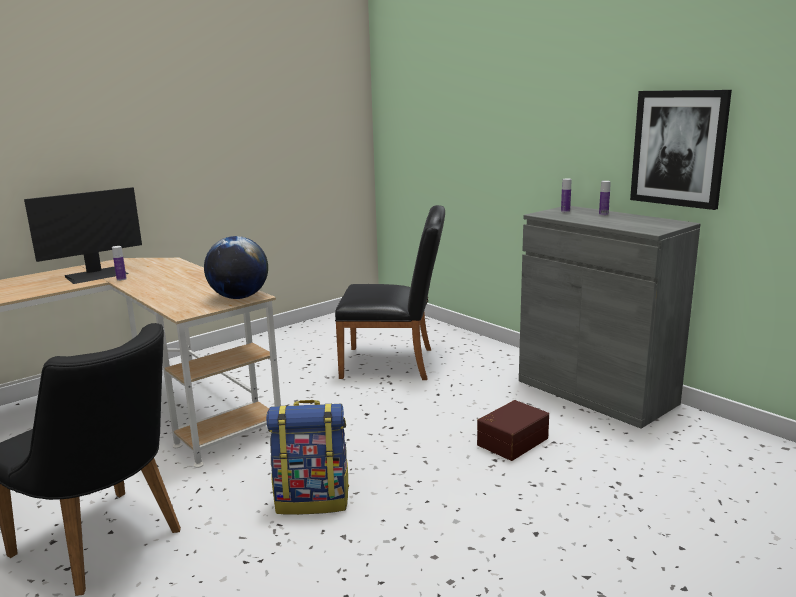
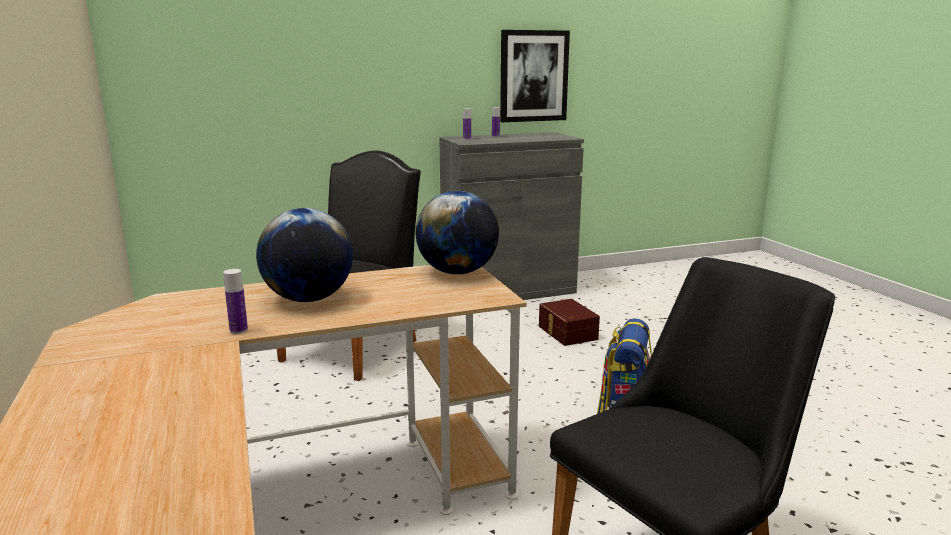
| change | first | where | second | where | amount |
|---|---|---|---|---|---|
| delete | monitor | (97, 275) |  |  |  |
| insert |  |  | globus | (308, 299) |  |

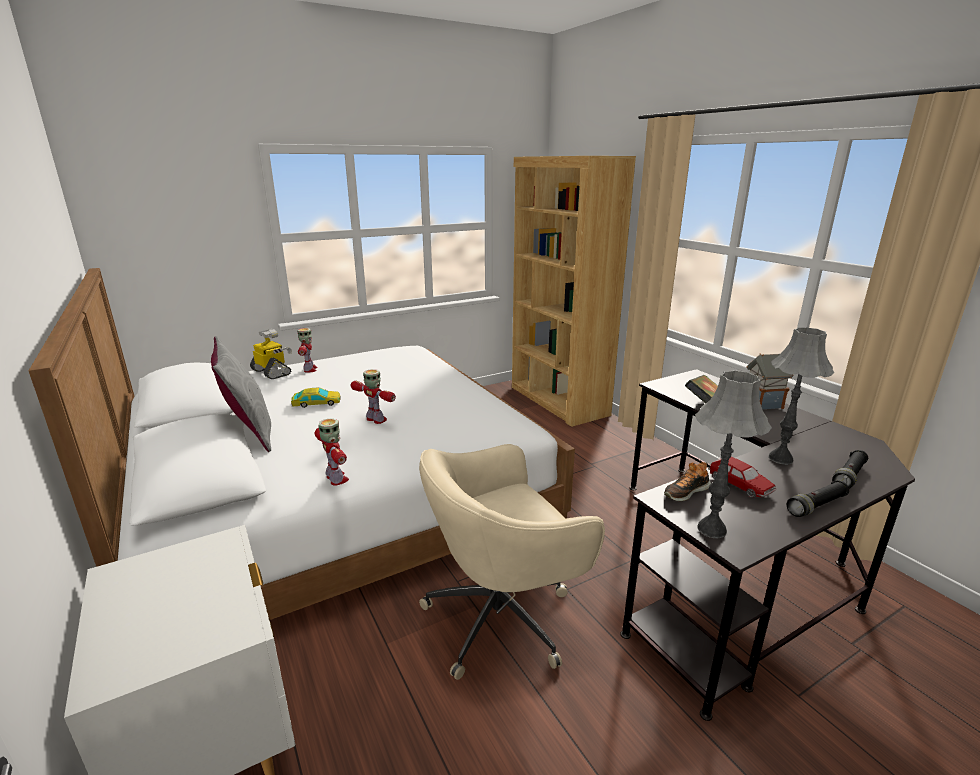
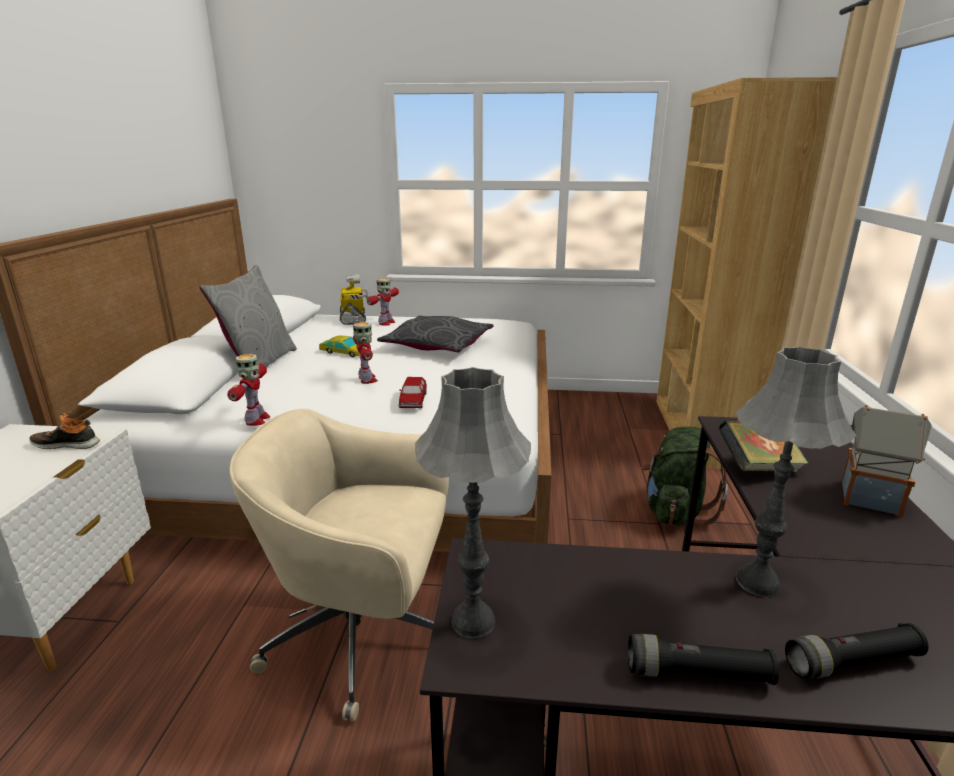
| change | first | where | second | where | amount |
|---|---|---|---|---|---|
| move | but | (686, 491) |  | (67, 444) |  |
| move | samochodzik | (740, 485) |  | (413, 401) |  |
| insert |  |  | poduszka/szary | (437, 345) |  |
| insert |  |  | plecak/zielony | (675, 511) |  |

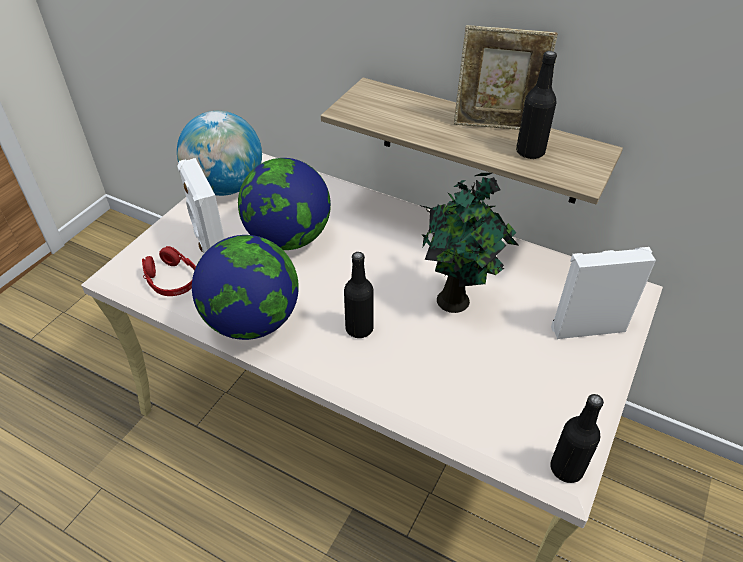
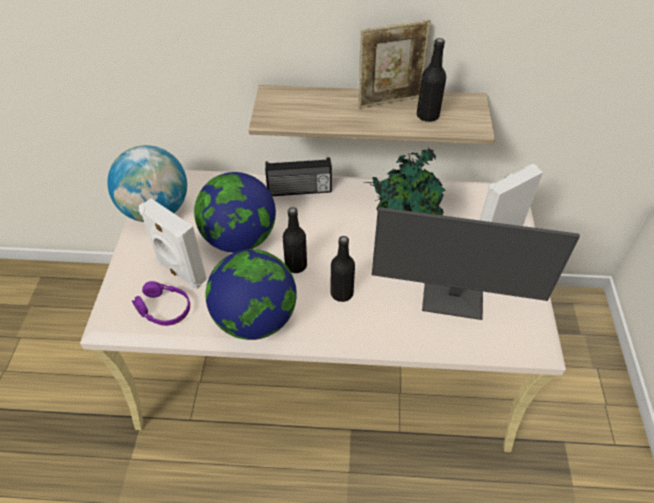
| change | first | where | second | where | amount |
|---|---|---|---|---|---|
| recolor | słuchawki/czerwony | (172, 280) | słuchawki/fioletowy | (164, 309) |  |
| move | butelka/czarny | (566, 468) |  | (296, 265) |  |
| insert |  |  | radio | (299, 191) |  |
| insert |  |  | monitor | (453, 298) |  |

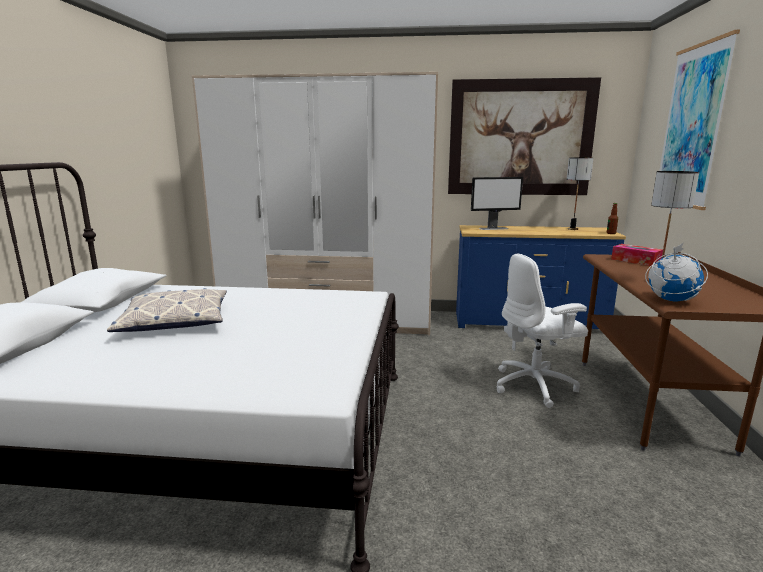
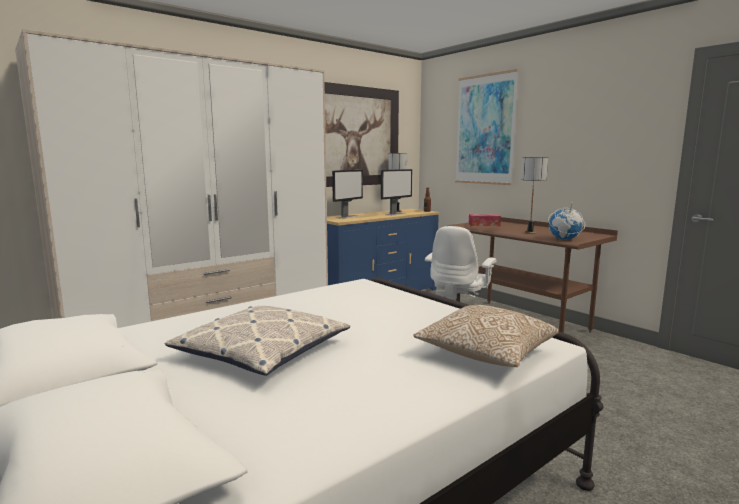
| change | first | where | second | where | amount |
|---|---|---|---|---|---|
| insert |  |  | monitor | (395, 214) |  |
| insert |  |  | poduszka | (485, 354) |  |

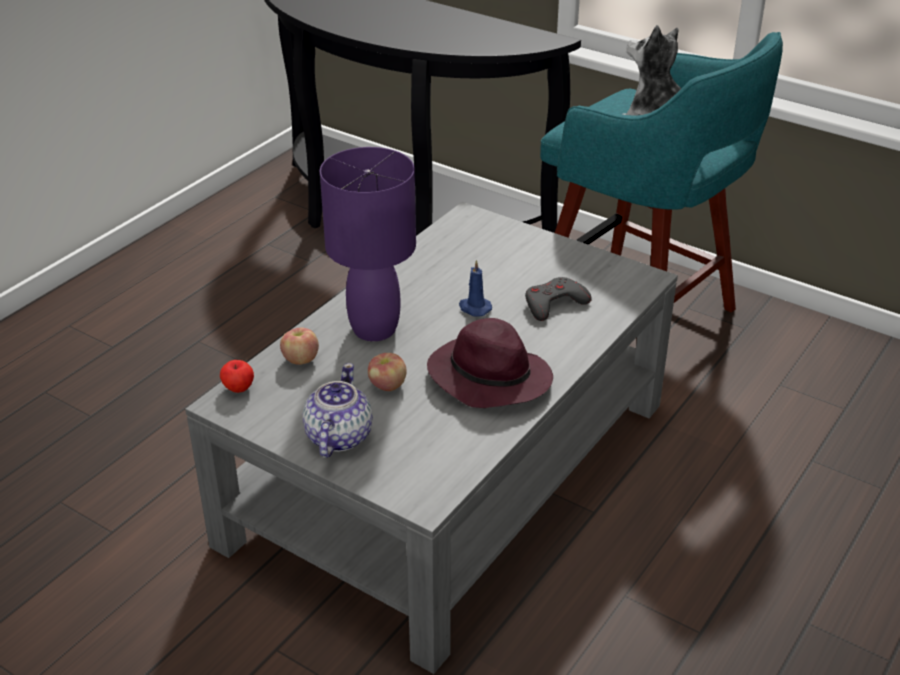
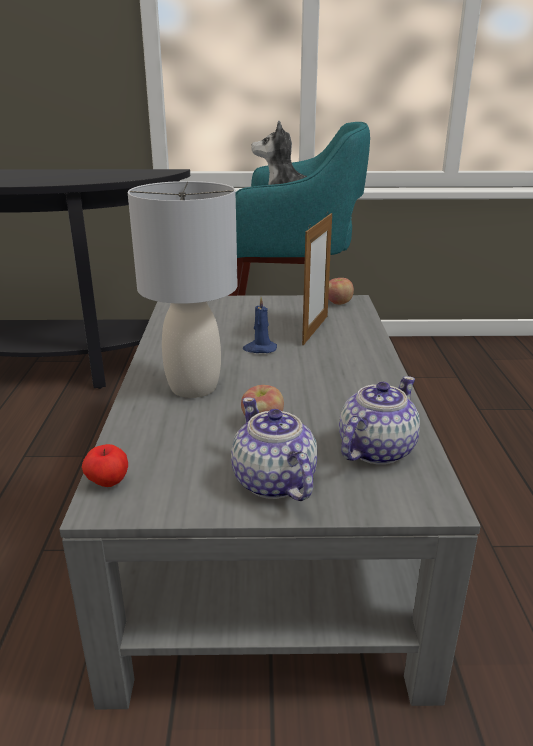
| change | first | where | second | where | amount |
|---|---|---|---|---|---|
| move | jabłko | (300, 359) |  | (338, 303) |  |
| recolor | lampa stołowa/fioletowy | (374, 329) | lampa stołowa/szary | (194, 387) |  |
| delete | kapelusz/fioletowy | (487, 377) |  |  |  |
| replace | pad do gier/szary | (554, 304) | ramka na zdjęcie | (315, 329) |  |
| insert |  |  | imbryk | (375, 450) |  |

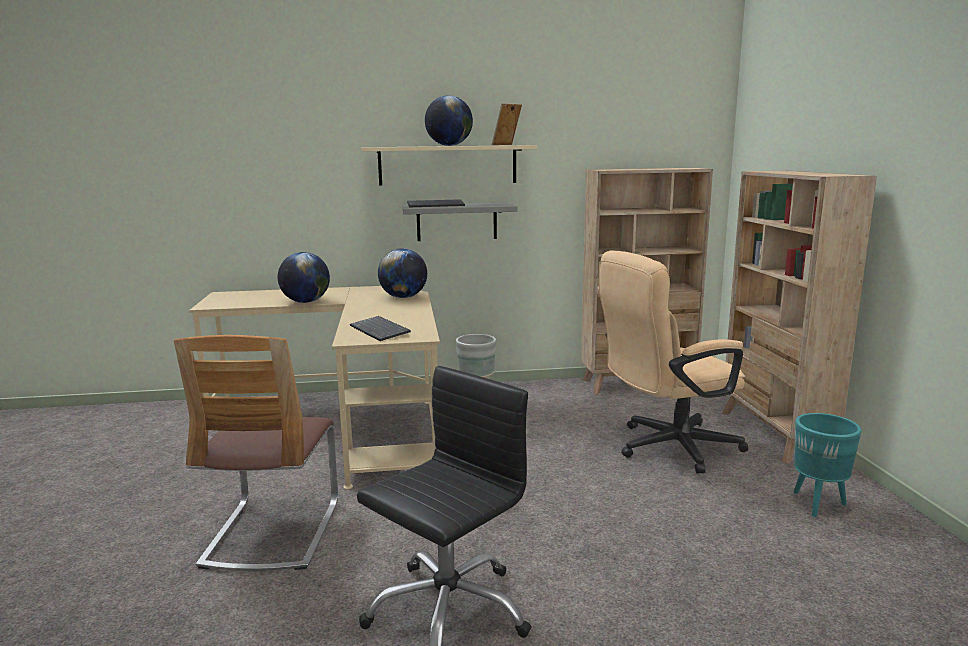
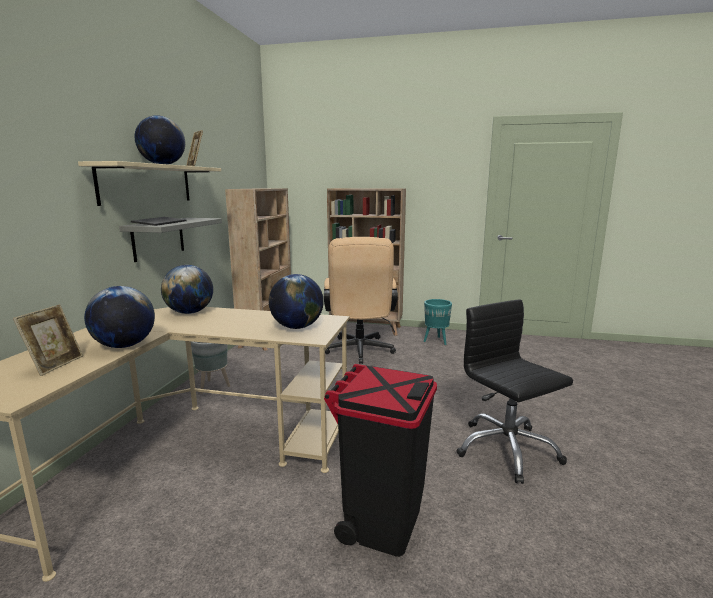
| change | first | where | second | where | amount |
|---|---|---|---|---|---|
| replace | krzesło | (273, 533) | kosz na śmieci/czarny | (382, 521) |  |
| replace | klawiatura | (381, 330) | globus | (297, 327) |  |
| insert |  |  | ramka na zdjęcie | (55, 365) |  |

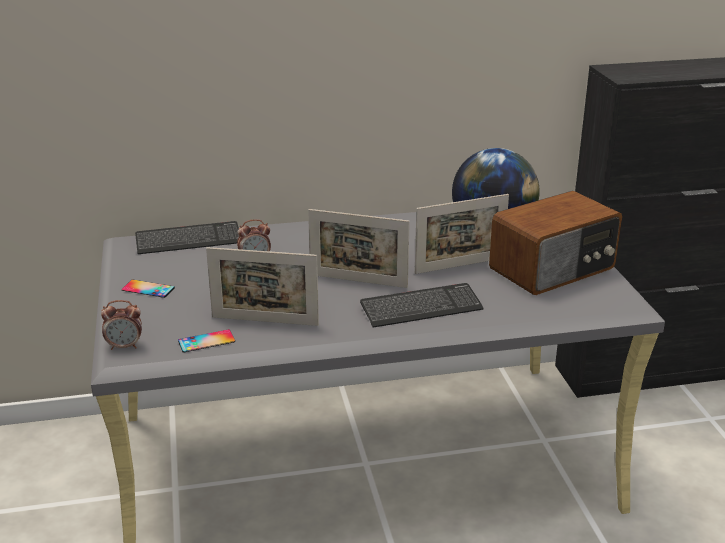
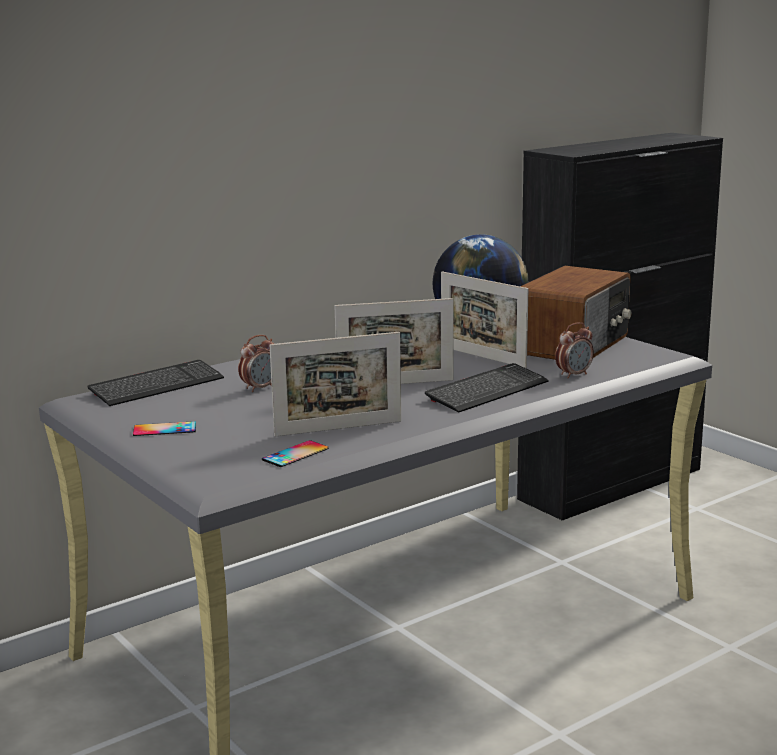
| change | first | where | second | where | amount |
|---|---|---|---|---|---|
| move | budzik | (125, 346) |  | (574, 375) |  |
| rotate | ramka na zdjęcie | (459, 265) |  | (482, 357) | 90 degrees clockwise |

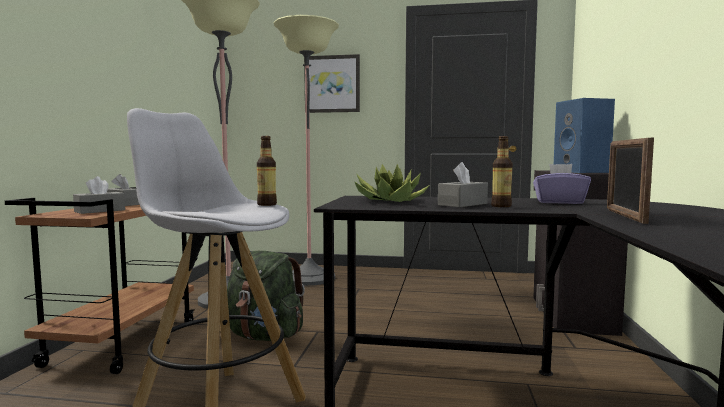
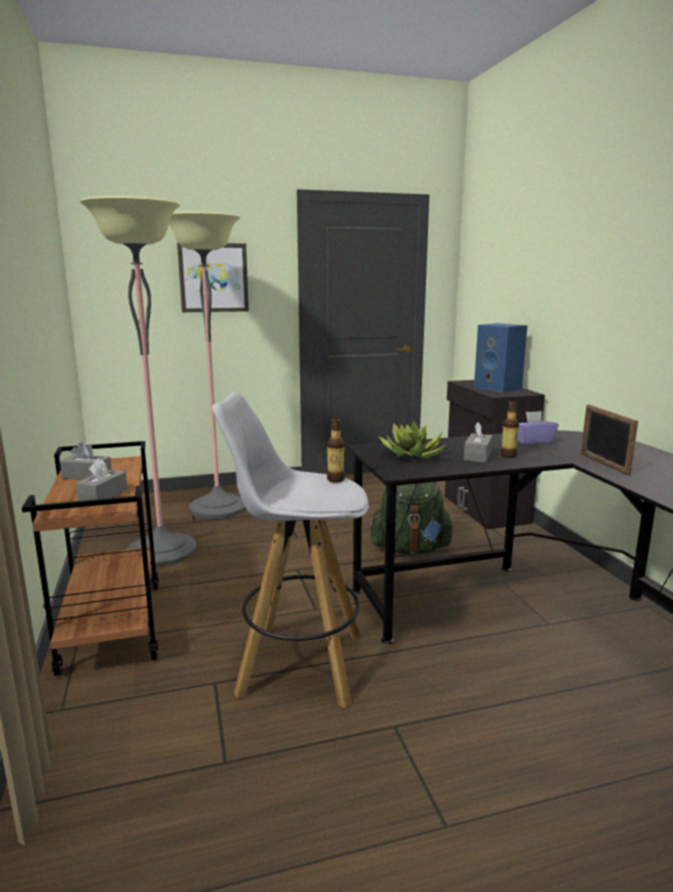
| change | first | where | second | where | amount |
|---|---|---|---|---|---|
| move | plecak/zielony | (264, 336) |  | (410, 549) |  |

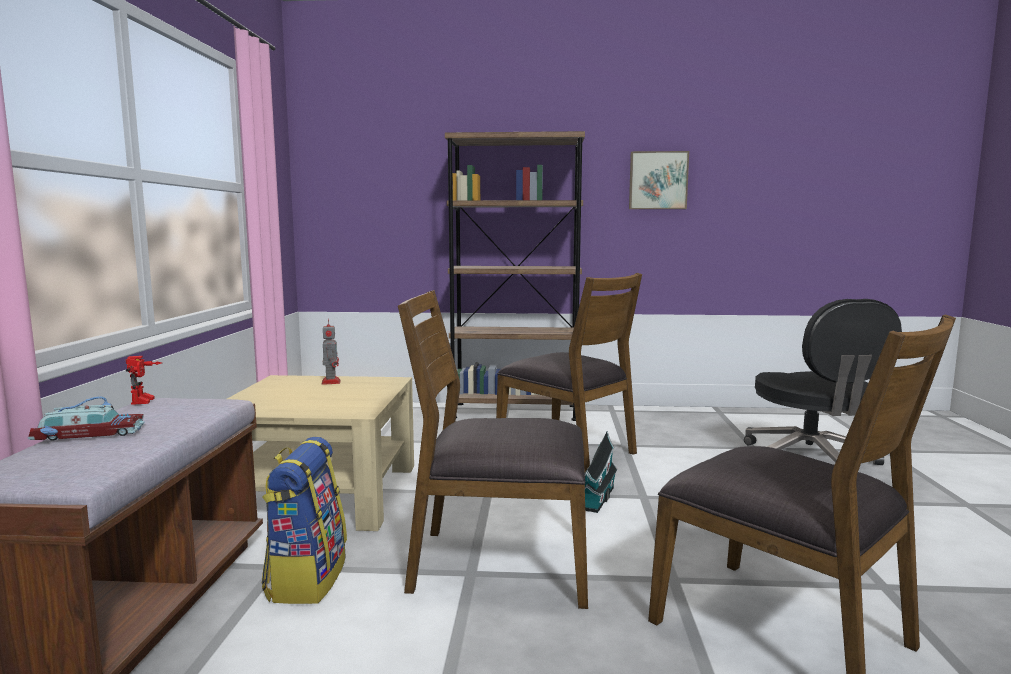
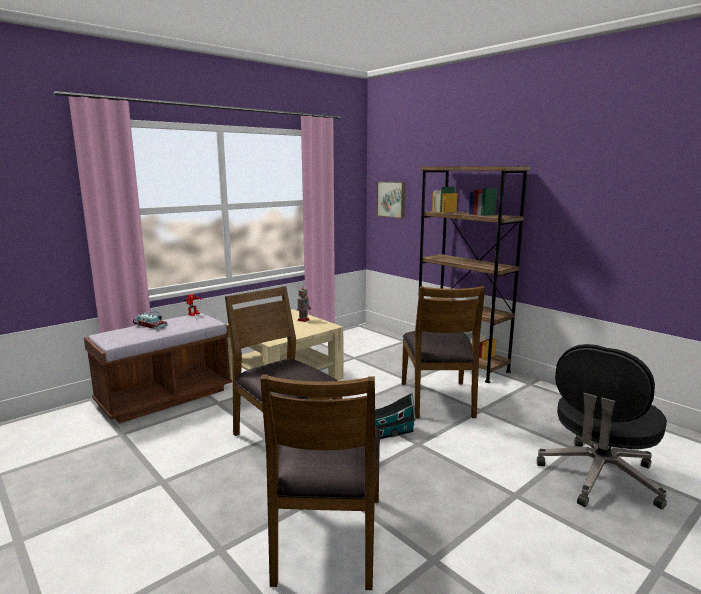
| change | first | where | second | where | amount |
|---|---|---|---|---|---|
| delete | plecak | (306, 578) |  |  |  |
| move | obraz | (658, 180) |  | (391, 199) |  |

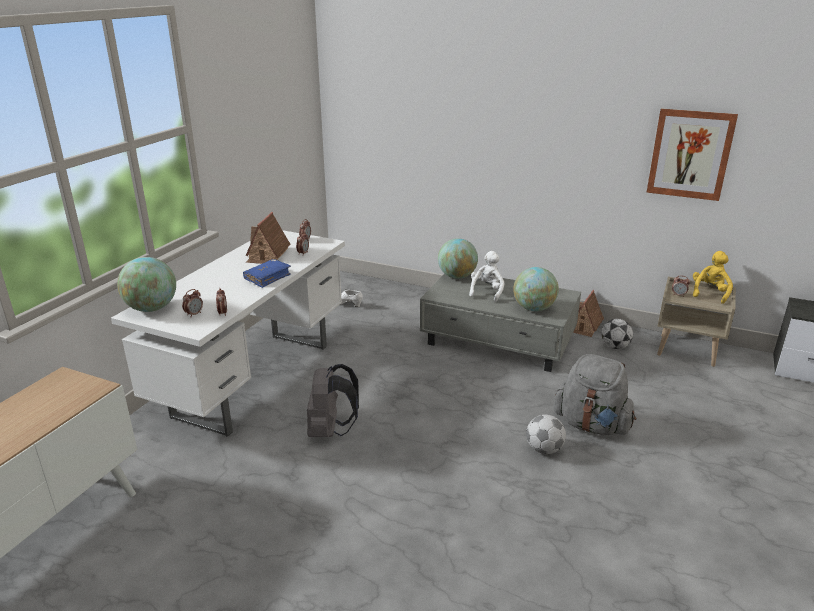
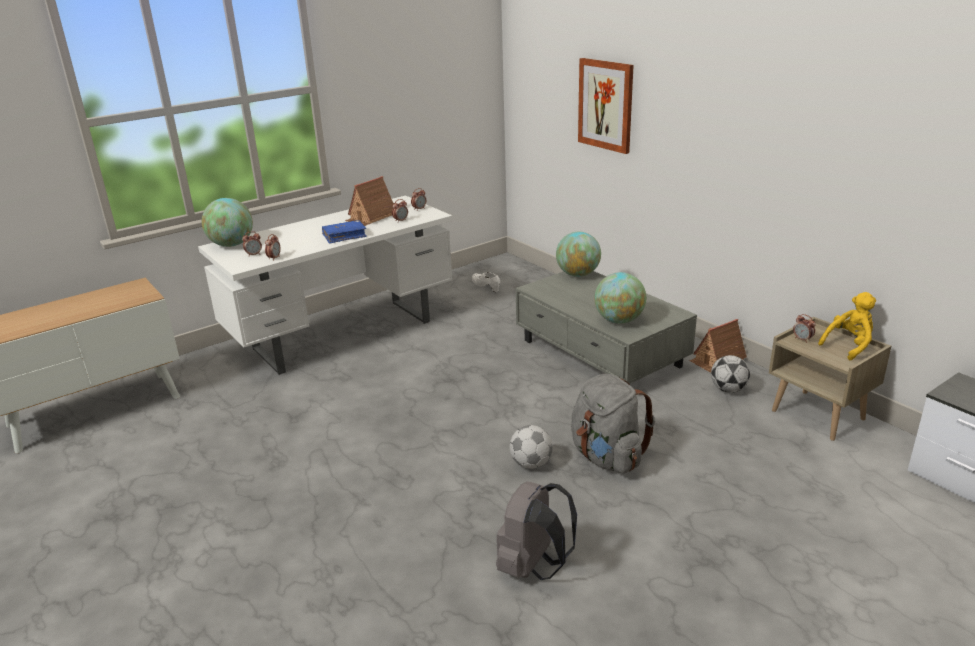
| change | first | where | second | where | amount |
|---|---|---|---|---|---|
| move | plecak/szary | (330, 431) |  | (533, 567) |  |
| delete | pluszak/biały | (487, 292) |  |  |  |
| move | obraz | (690, 154) |  | (606, 105) |  |

